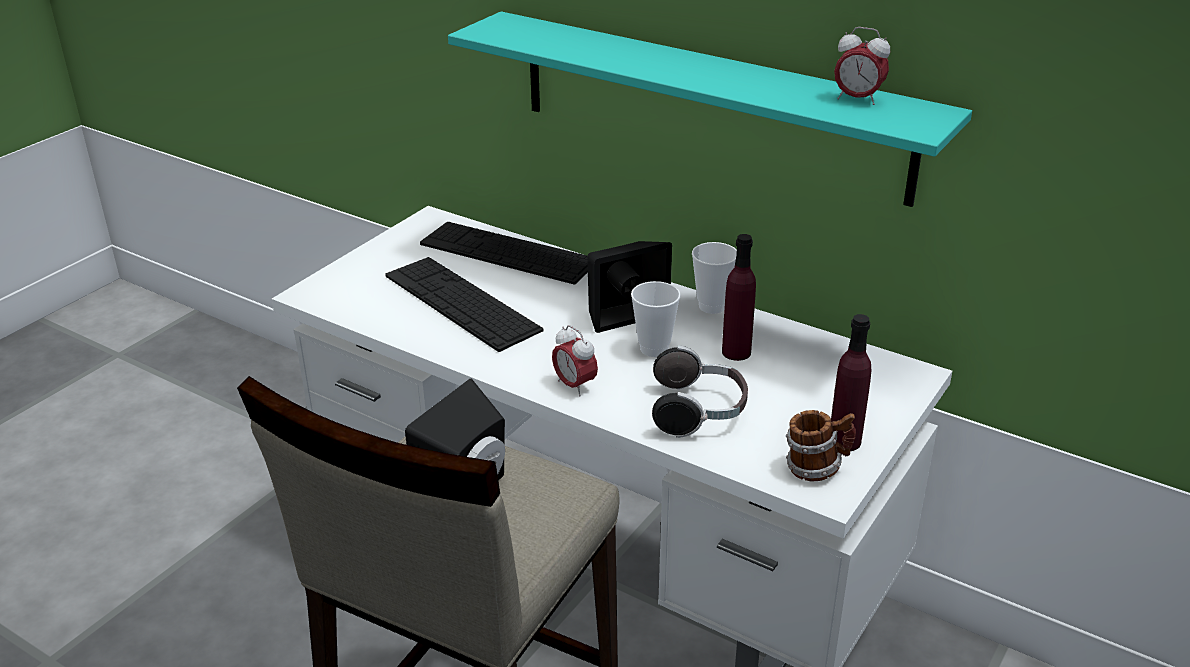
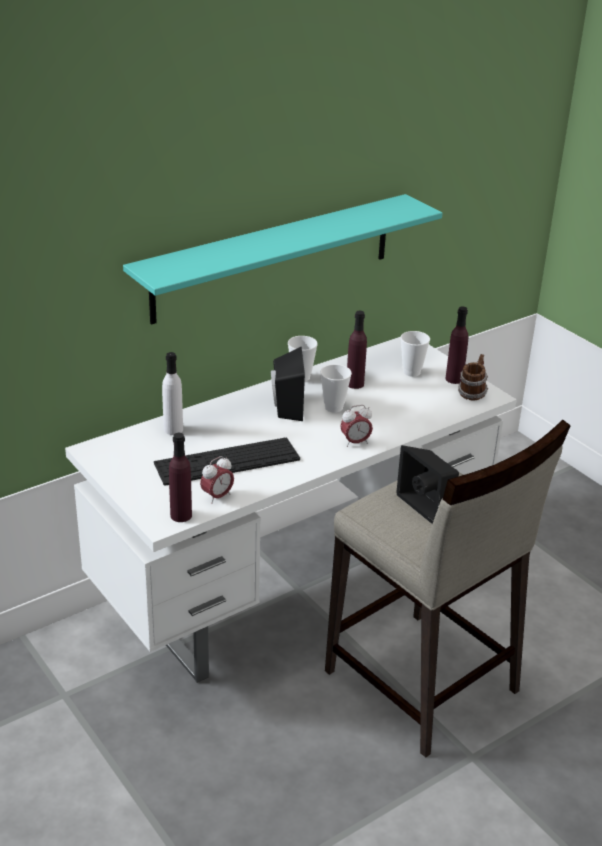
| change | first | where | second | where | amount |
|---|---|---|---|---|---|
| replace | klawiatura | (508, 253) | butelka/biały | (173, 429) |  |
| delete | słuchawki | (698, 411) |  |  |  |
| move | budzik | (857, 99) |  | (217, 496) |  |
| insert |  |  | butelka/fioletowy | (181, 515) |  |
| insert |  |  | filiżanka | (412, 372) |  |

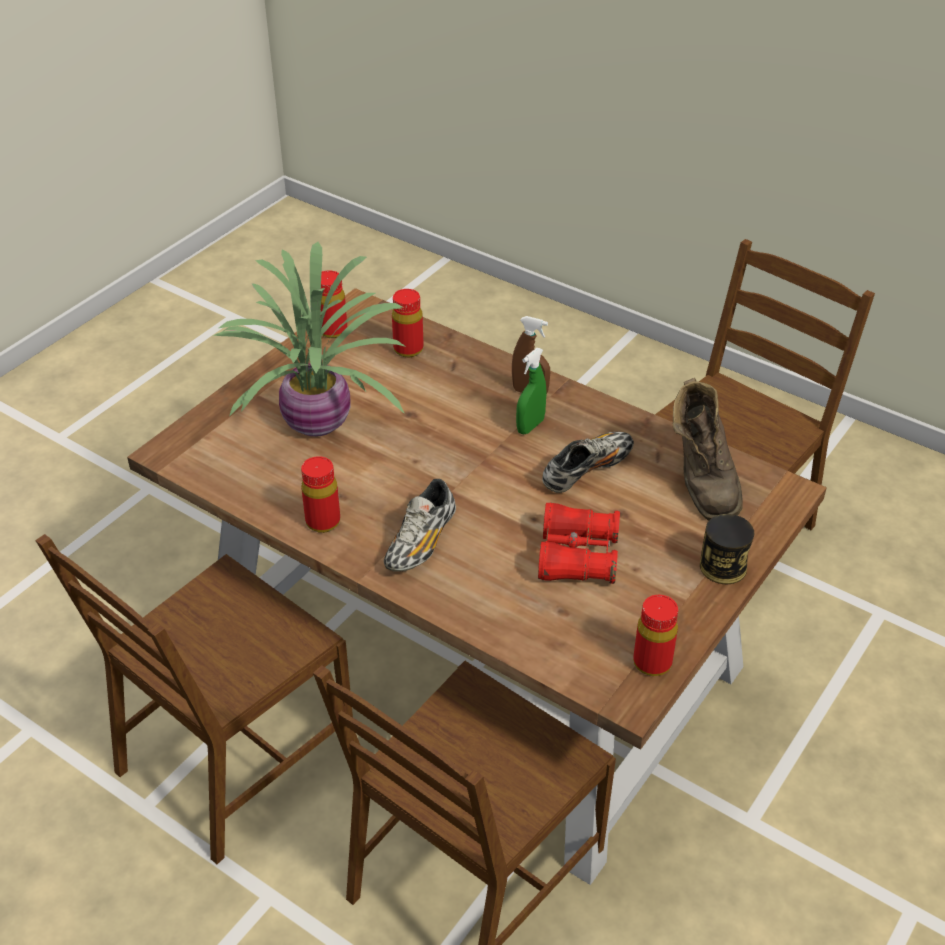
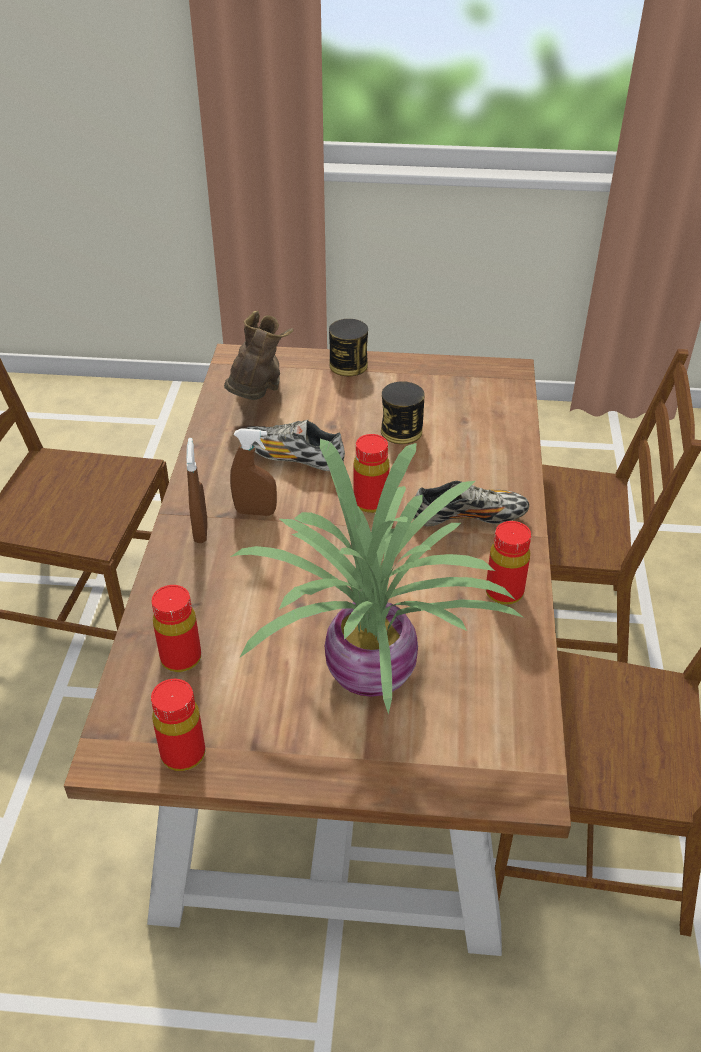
| change | first | where | second | where | amount |
|---|---|---|---|---|---|
| recolor | spryskiwacz/zielony | (530, 426) | spryskiwacz/brązowy | (255, 512) |  |
| replace | lornetka/czerwony | (577, 556) | puszka | (401, 431) |  |
| move | butelka/czerwony | (652, 663) |  | (370, 502) |  |
| rotate | but z cholewką/brązowy | (702, 482) |  | (258, 397) | 45 degrees counterclockwise |

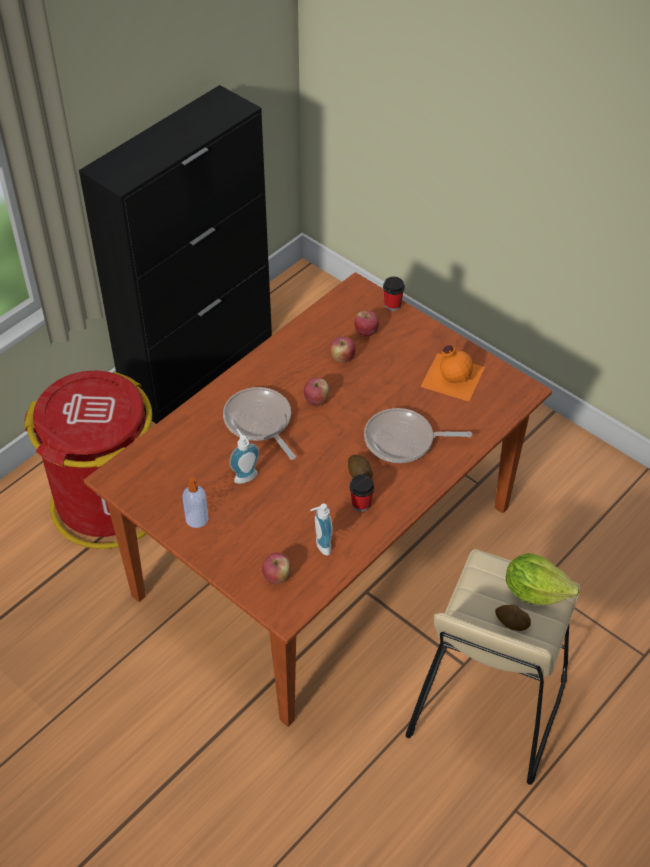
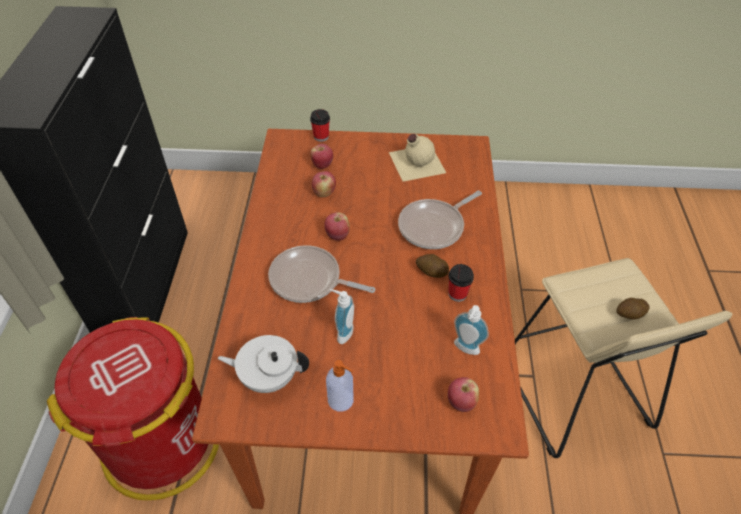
| change | first | where | second | where | amount |
|---|---|---|---|---|---|
| recolor | butelka/pomarańczowy | (452, 375) | butelka/beżowy | (416, 162) |  |
| delete | sałata | (535, 591) |  |  |  |
| insert |  |  | imbryk/biały | (268, 377) |  |

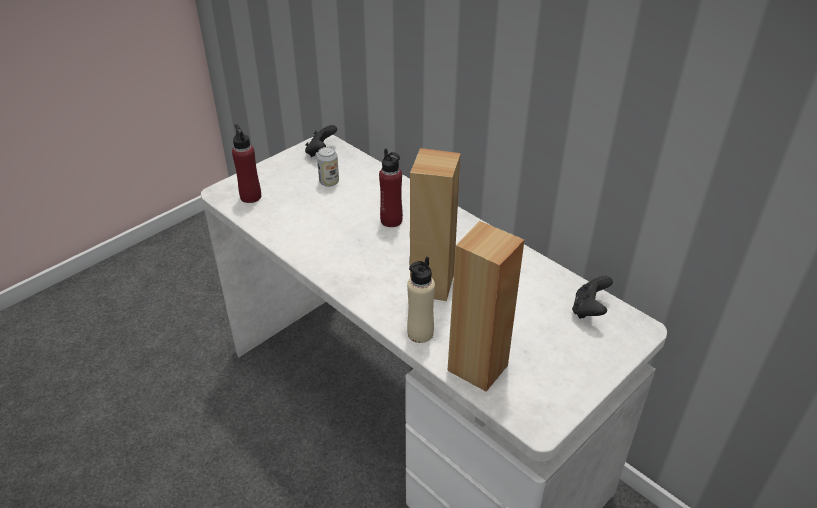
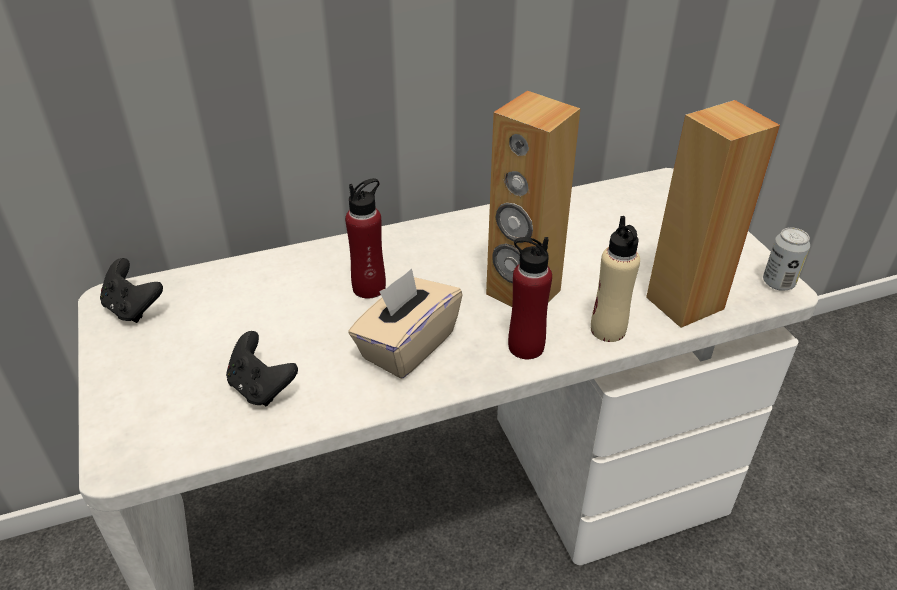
| change | first | where | second | where | amount |
|---|---|---|---|---|---|
| move | butelka/czerwony | (250, 196) |  | (525, 346) |  |
| move | puszka | (329, 182) |  | (778, 283) |  |
| move | pad do gier/czarny | (589, 310) |  | (261, 388) |  |
| insert |  |  | pudełko chusteczek/beżowy | (407, 346) |  |

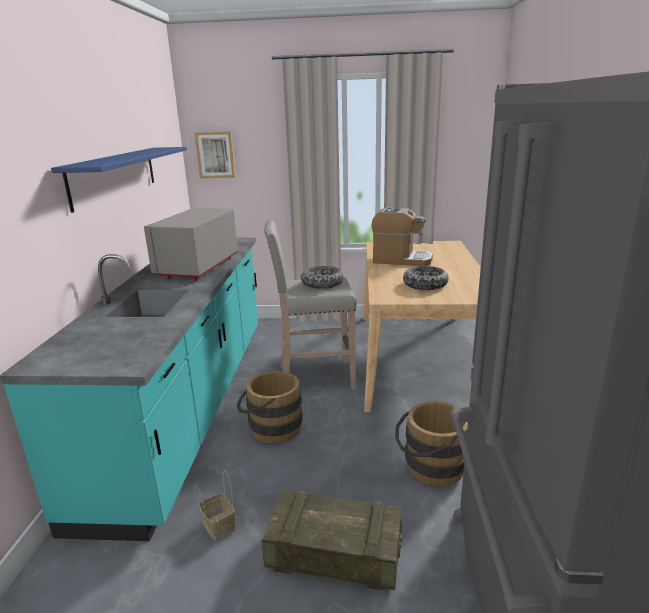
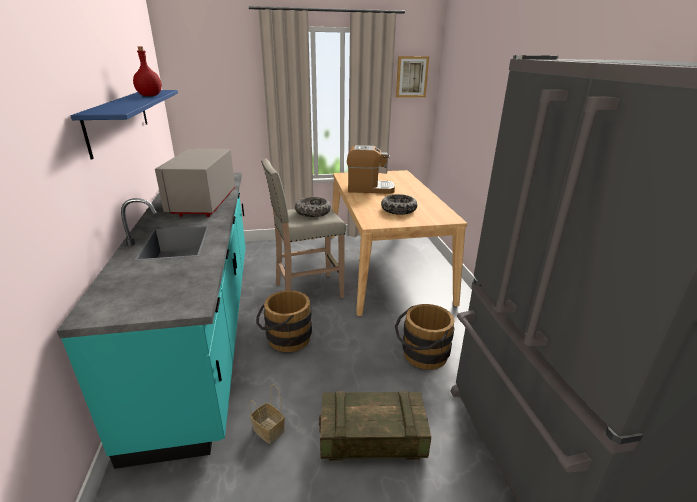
| change | first | where | second | where | amount |
|---|---|---|---|---|---|
| move | obraz | (215, 155) |  | (411, 77) |  |
| insert |  |  | butelka/czerwony | (149, 96) |  |

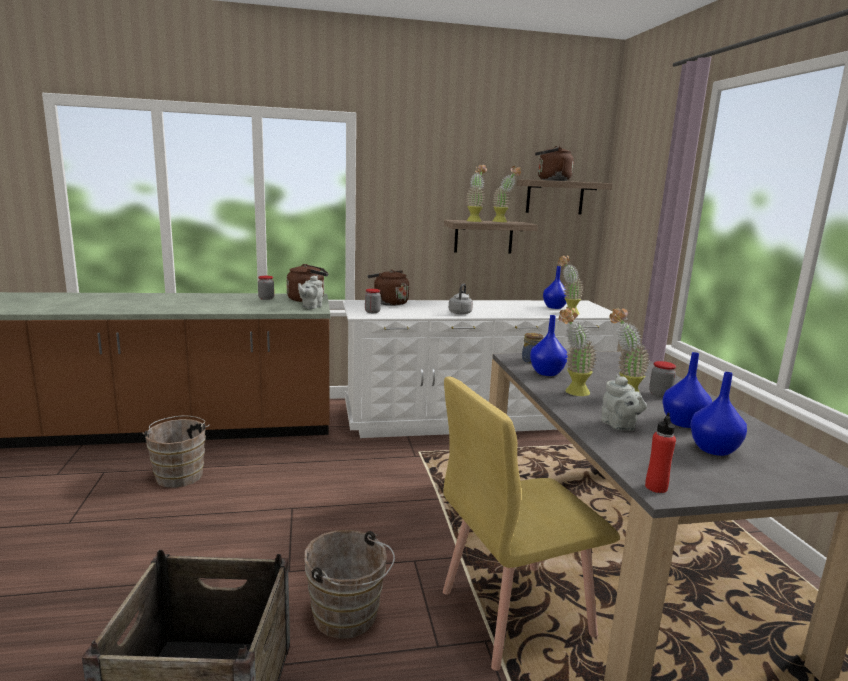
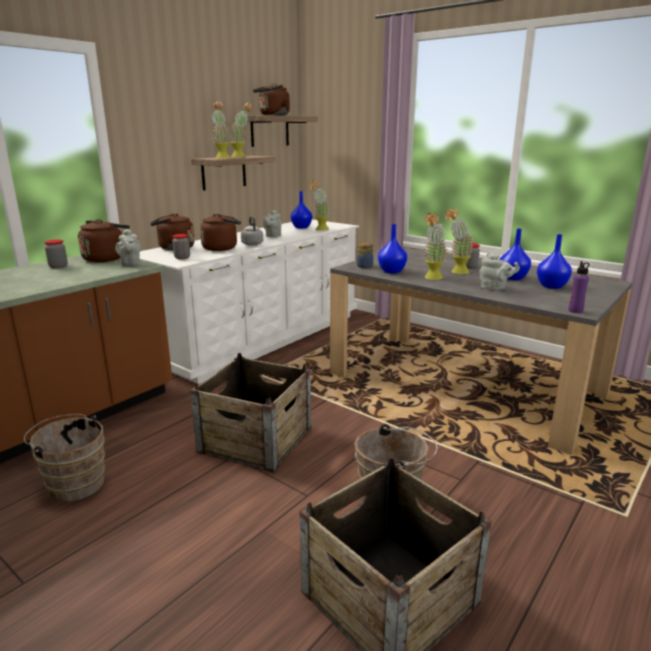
| change | first | where | second | where | amount |
|---|---|---|---|---|---|
| delete | krzesło/żółty | (514, 612) |  |  |  |
| recolor | butelka/czerwony | (656, 487) | butelka/fioletowy | (575, 311) |  |
| insert |  |  | skrzynka | (255, 439) |  |
| insert |  |  | czajnik/brązowy | (222, 248) |  |
| insert |  |  | imbryk/szary | (272, 236) |  |

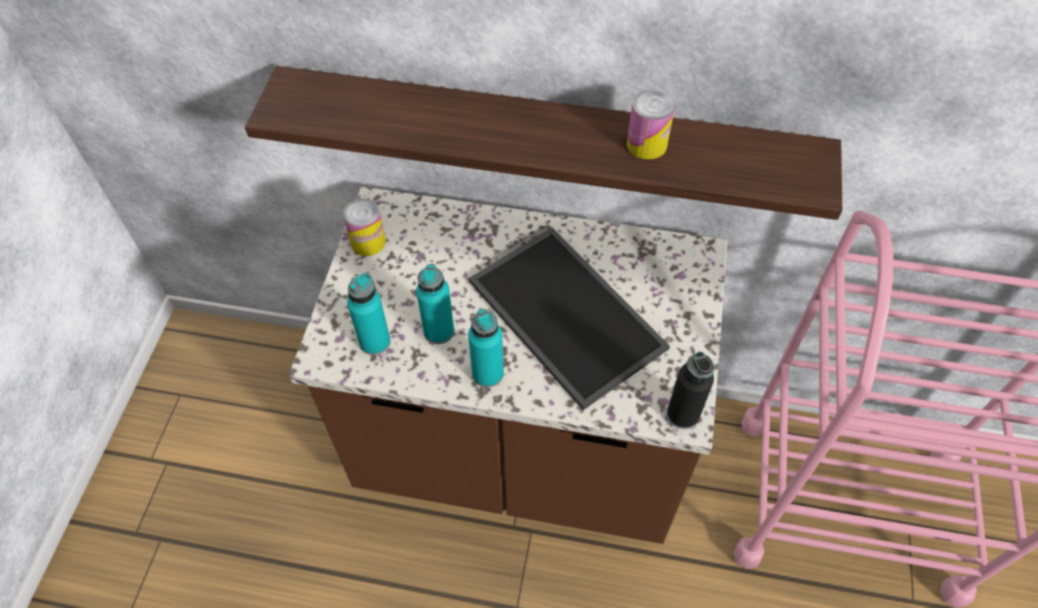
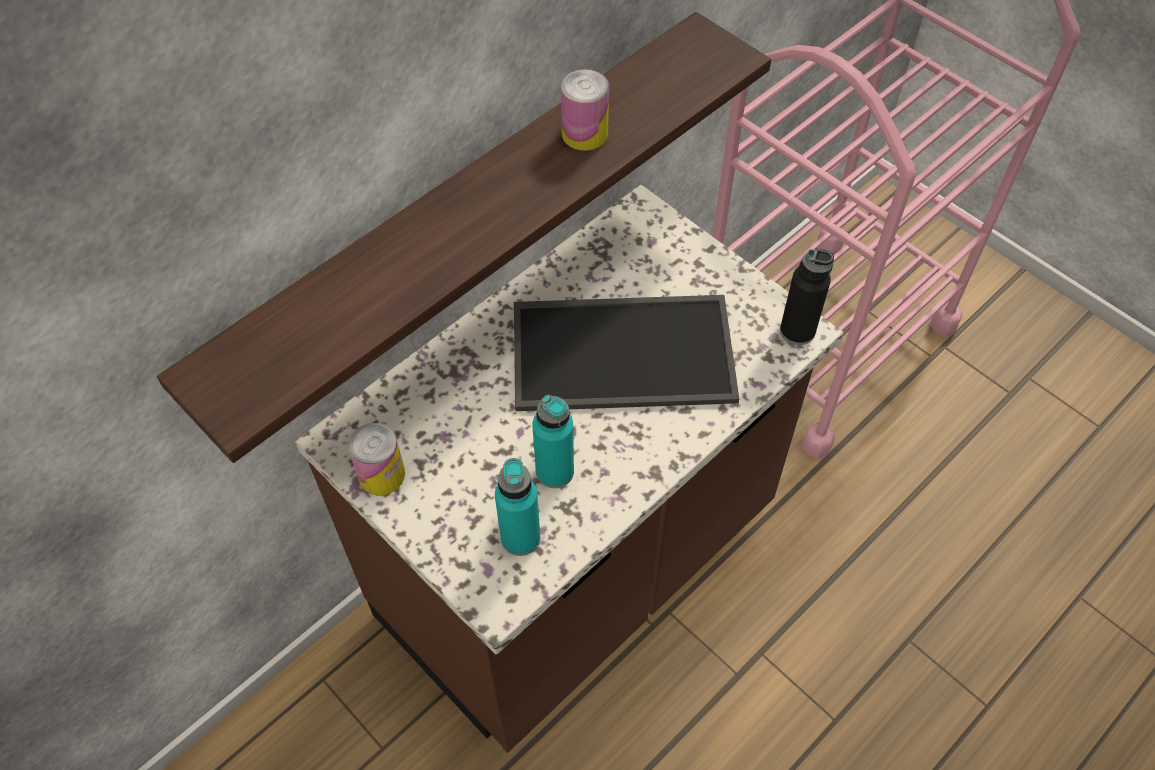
| change | first | where | second | where | amount |
|---|---|---|---|---|---|
| delete | butelka/turkusowy | (487, 373) |  |  |  |

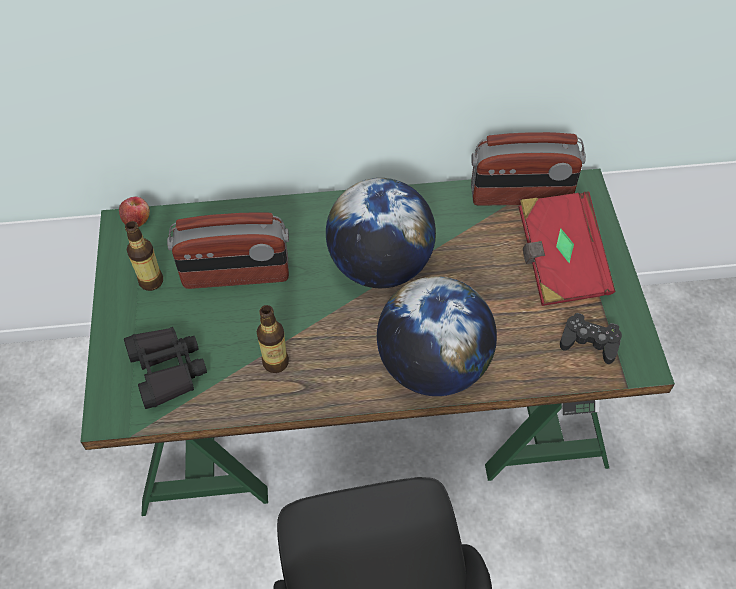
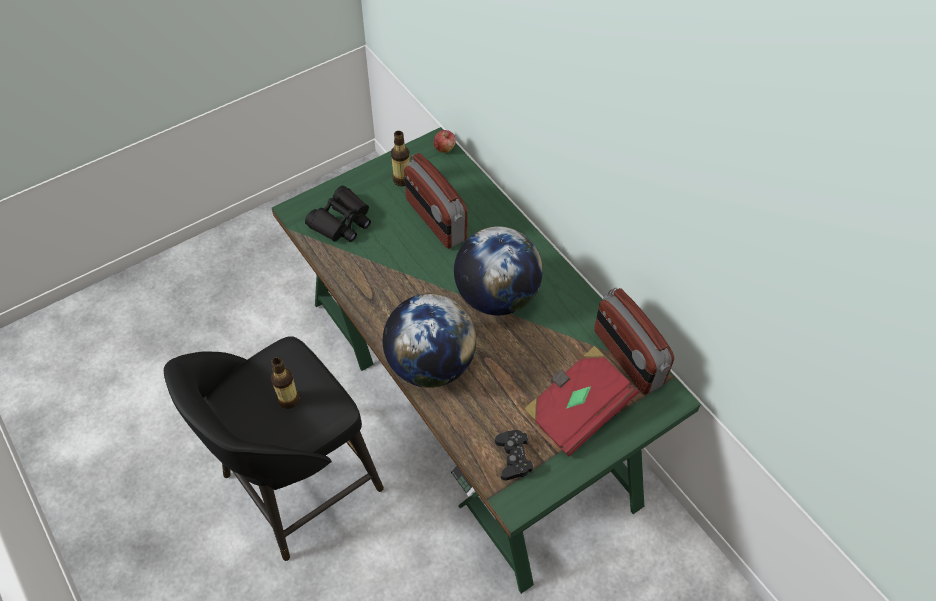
| change | first | where | second | where | amount |
|---|---|---|---|---|---|
| move | butelka | (276, 362) |  | (289, 400) |  |

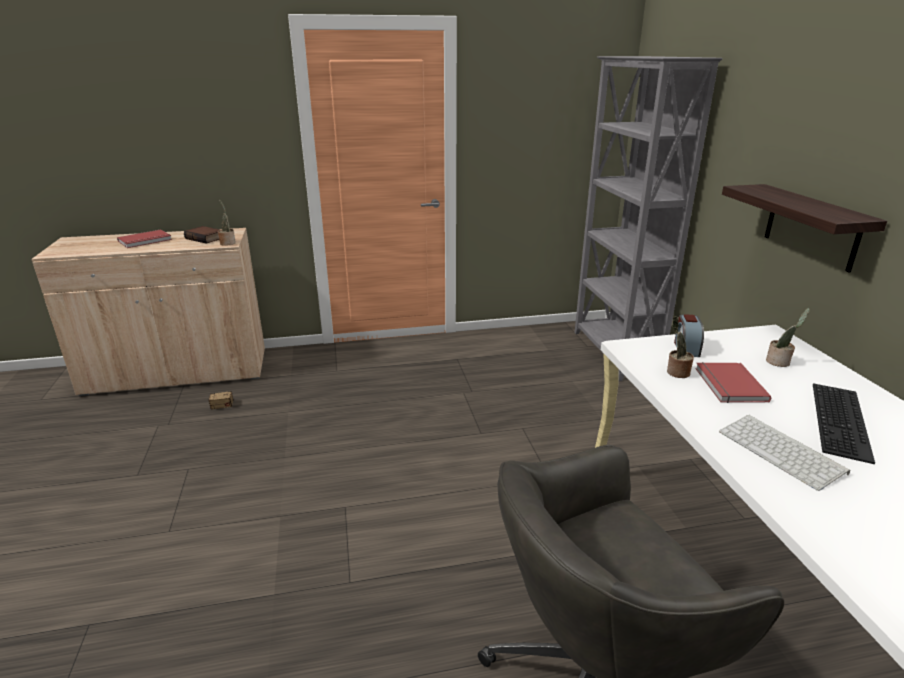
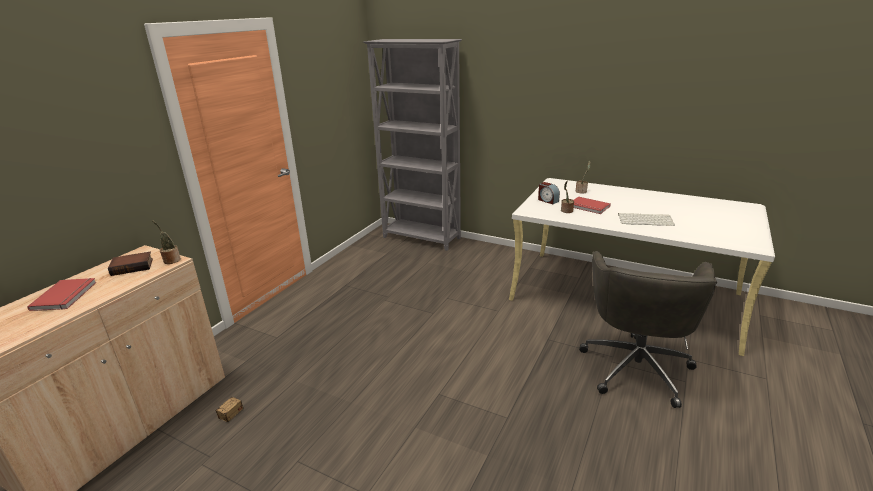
| change | first | where | second | where | amount |
|---|---|---|---|---|---|
| delete | półka | (811, 227) |  |  |  |
| delete | klawiatura | (843, 421) |  |  |  |

